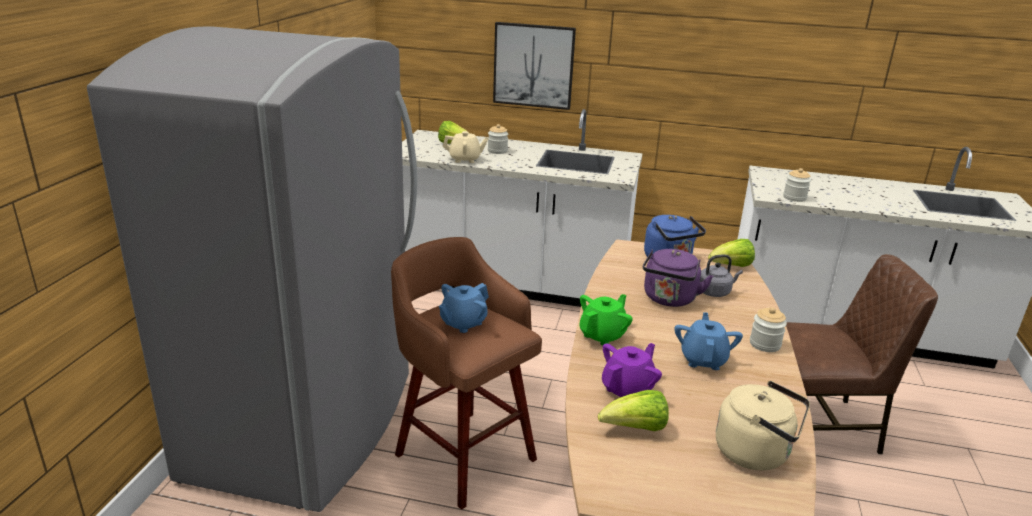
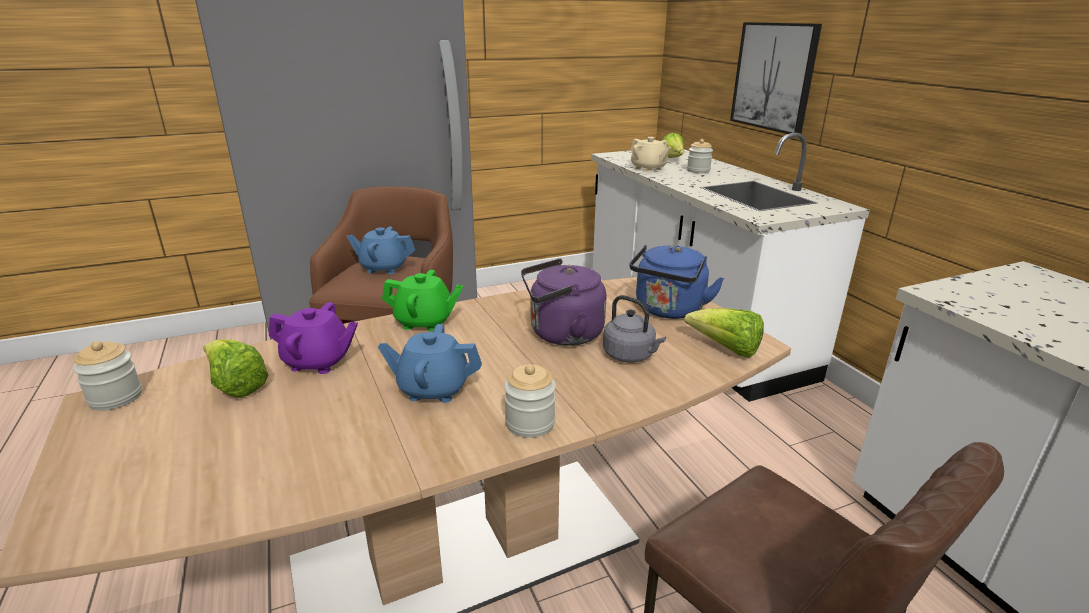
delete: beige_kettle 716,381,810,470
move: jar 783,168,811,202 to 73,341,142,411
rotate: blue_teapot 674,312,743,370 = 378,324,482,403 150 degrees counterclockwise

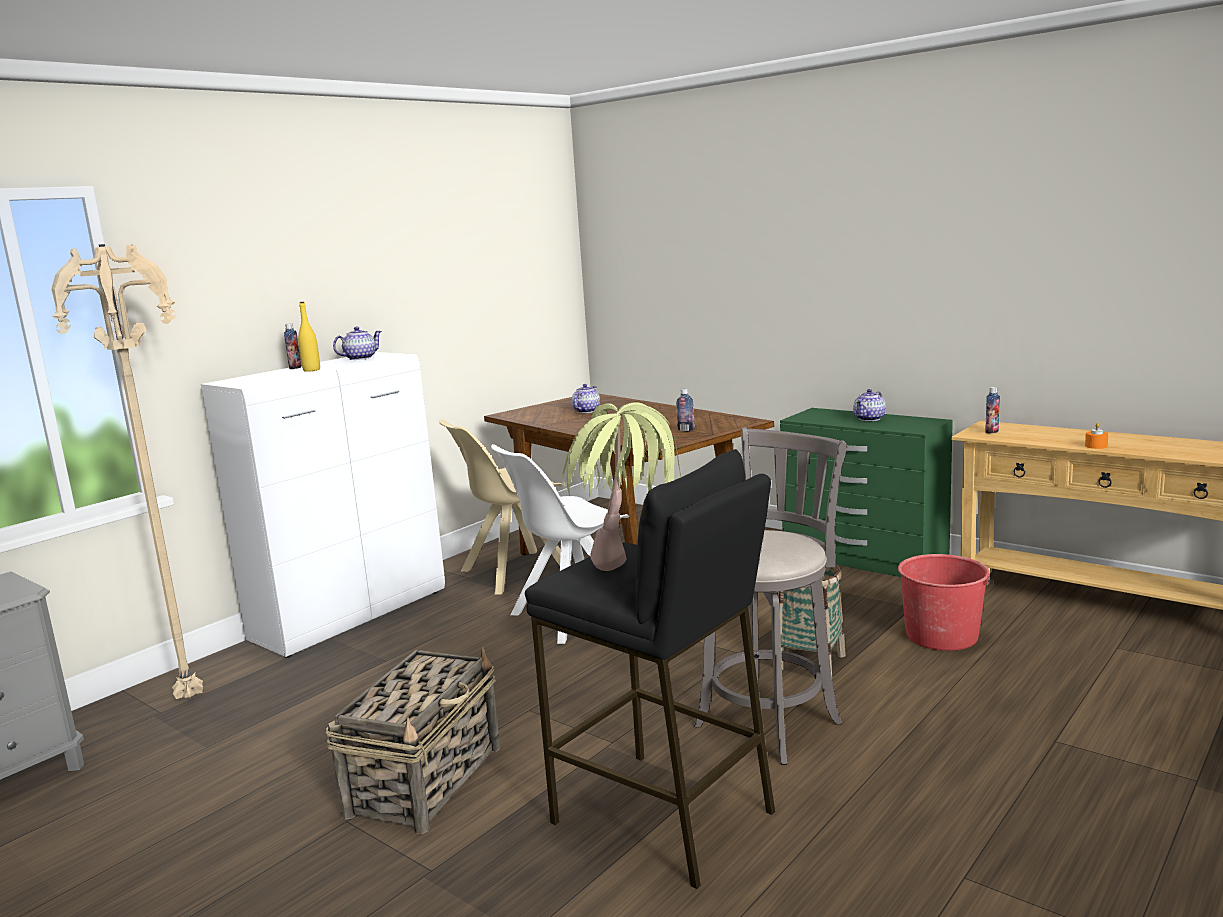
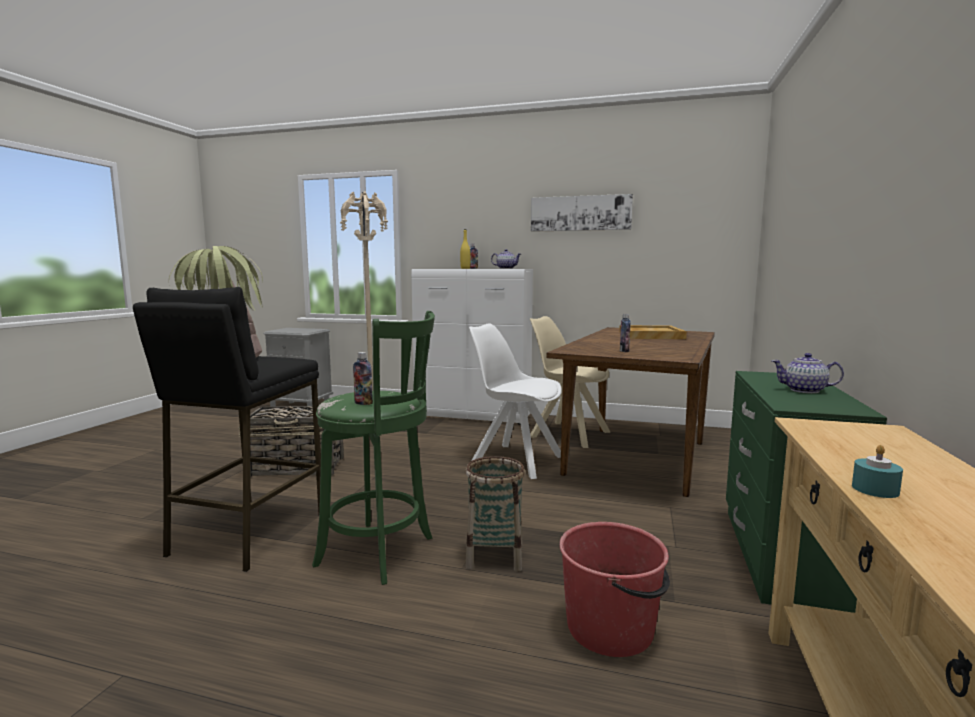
insert: picture 531,194,633,232
move: bottle 985,387,1000,434 to 353,352,373,405
replace: teapot 572,384,600,413 to beige_tray 619,325,687,339
recolor: orange_candle 1085,423,1108,449 to turquoise_candle 852,445,903,498; grey_stool 694,427,847,765 to green_stool 312,311,435,585

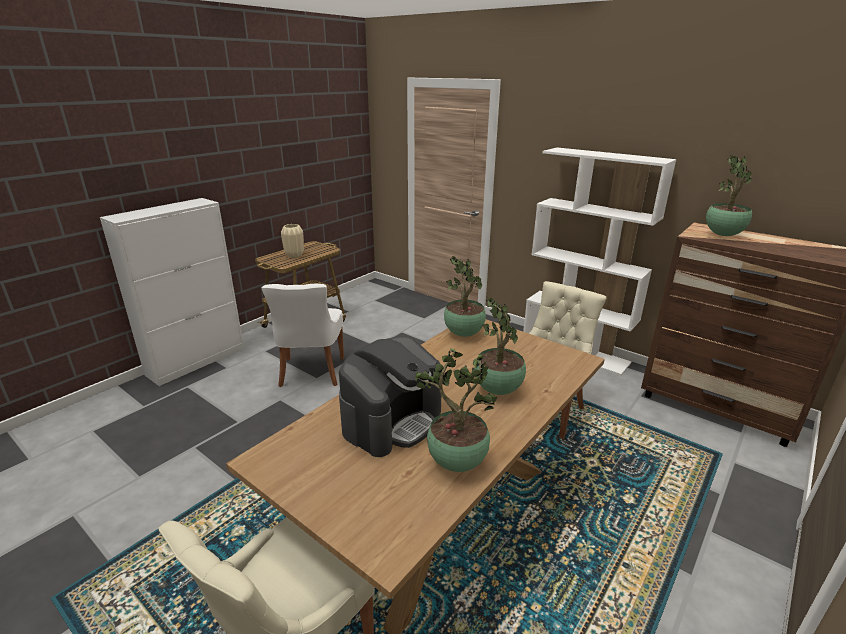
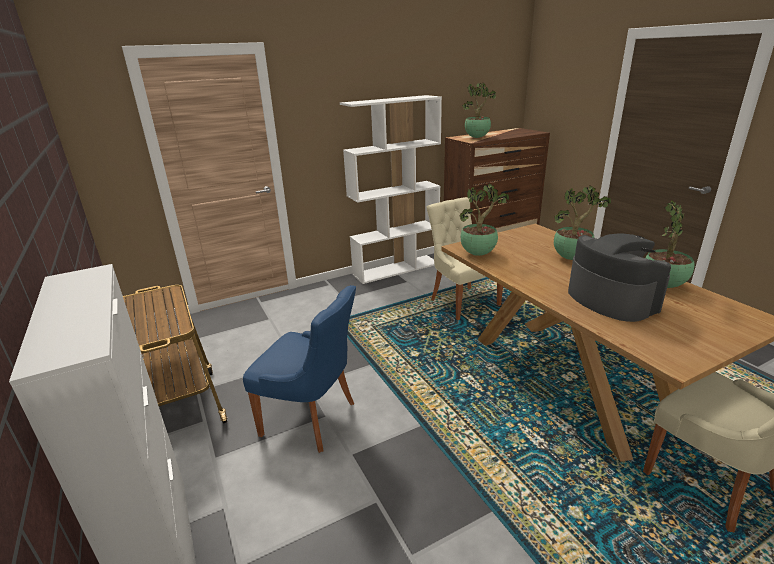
delete: beige_vase 281,224,304,258
recolor: white_chair 262,284,344,387 to blue_chair 243,285,356,453

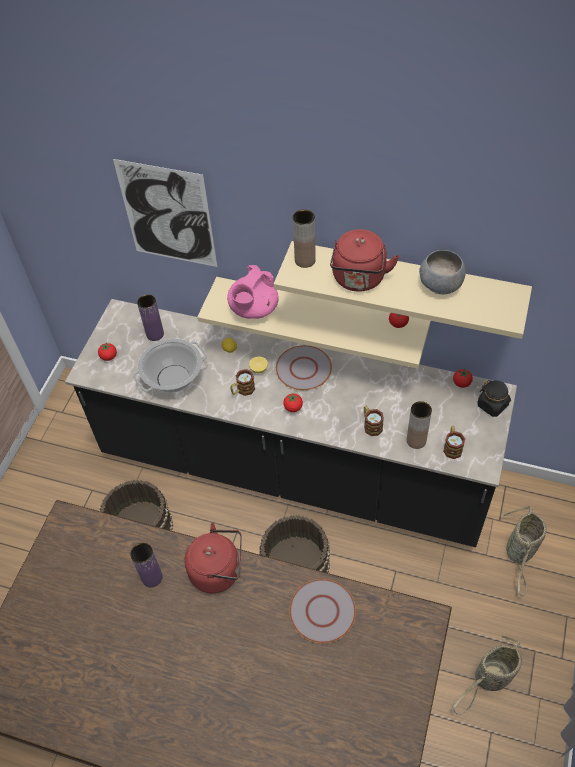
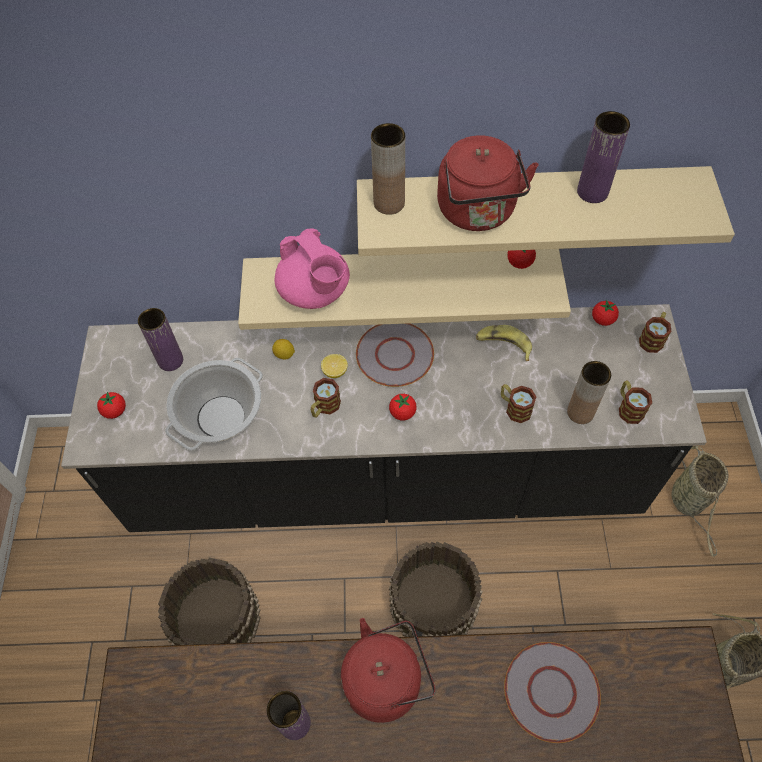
delete: picture 113,159,217,267
insert: banana 476,325,532,361
replace: grey_bowl 419,250,466,294 to purple_vase 577,111,630,203; black_jar 477,380,511,417 to mug 639,312,672,353
rotate: pink_teapot 227,265,279,319 = 275,228,350,309 45 degrees counterclockwise

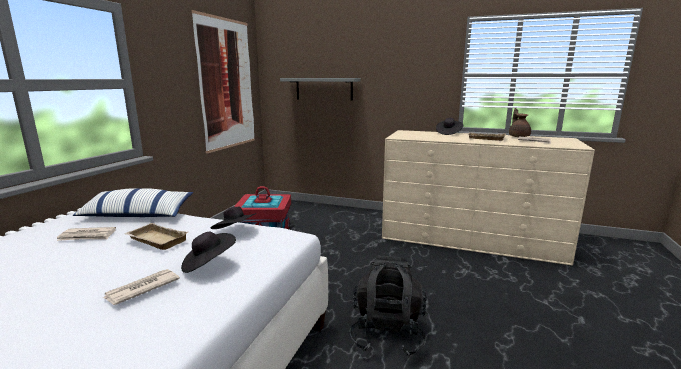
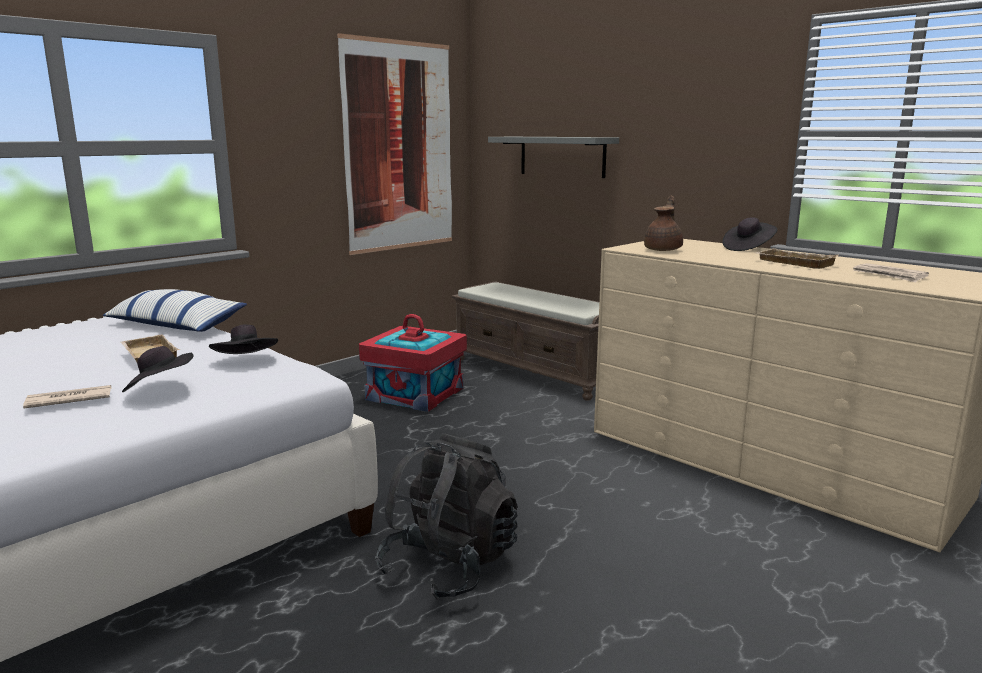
delete: newspaper 57,227,116,241
insert: brown_bench 451,281,599,401
move: brown_teapot 509,108,531,137 to 644,196,683,251

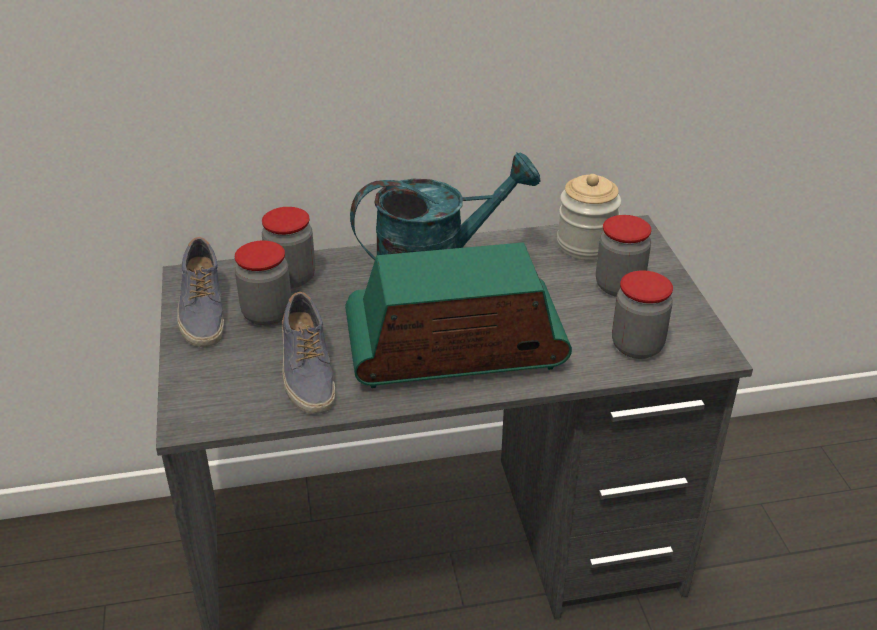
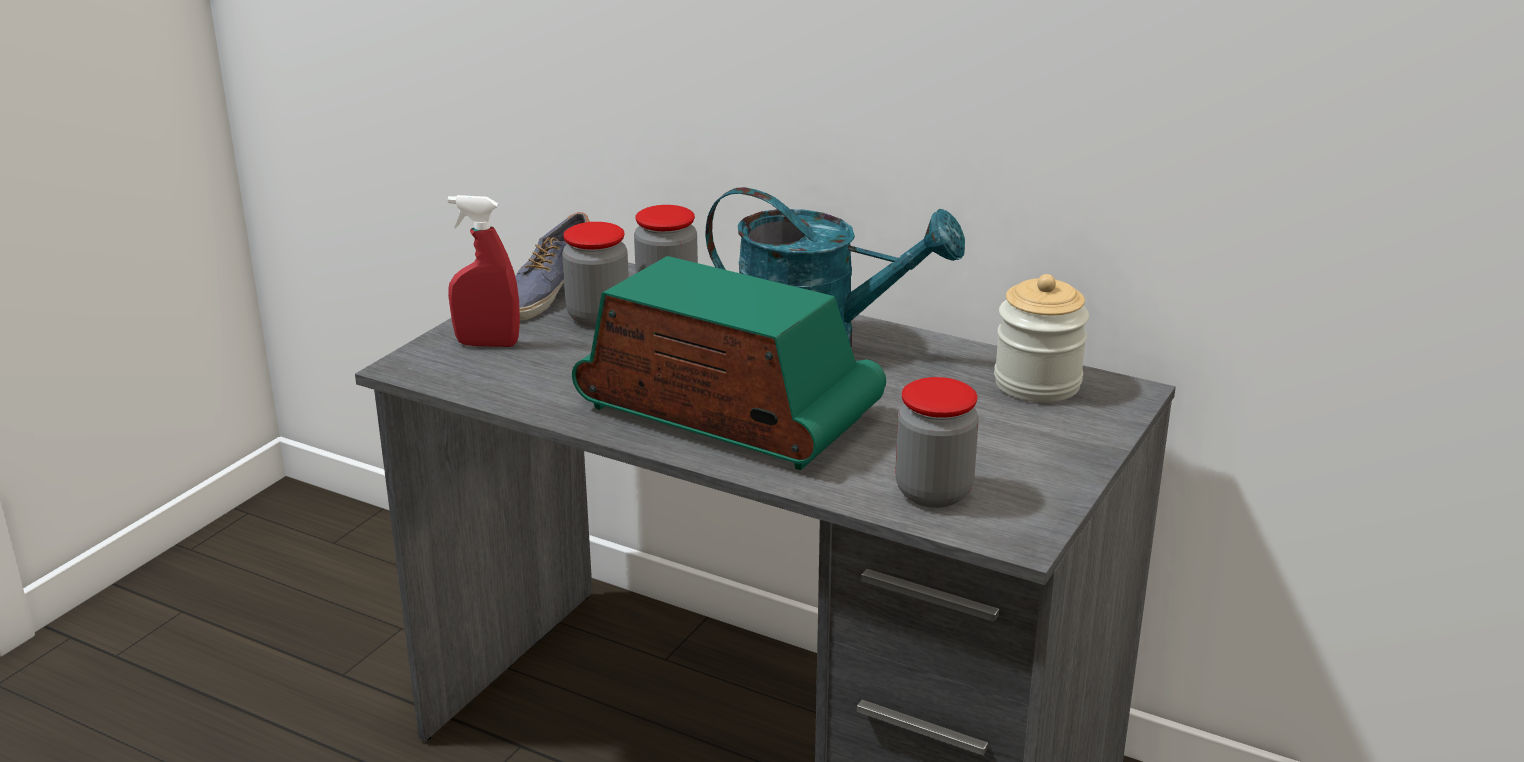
delete: jar 596,215,651,297; shoe 282,292,335,414
insert: red_spray_bottle 448,195,520,347

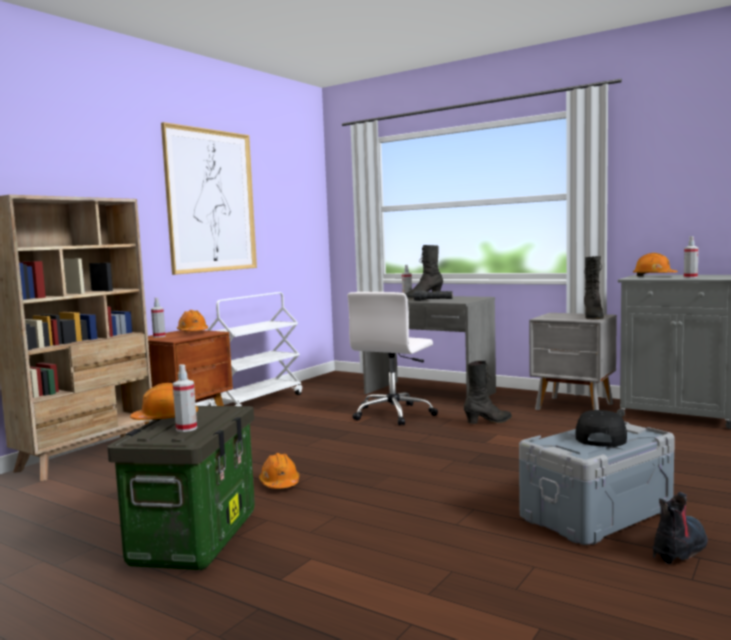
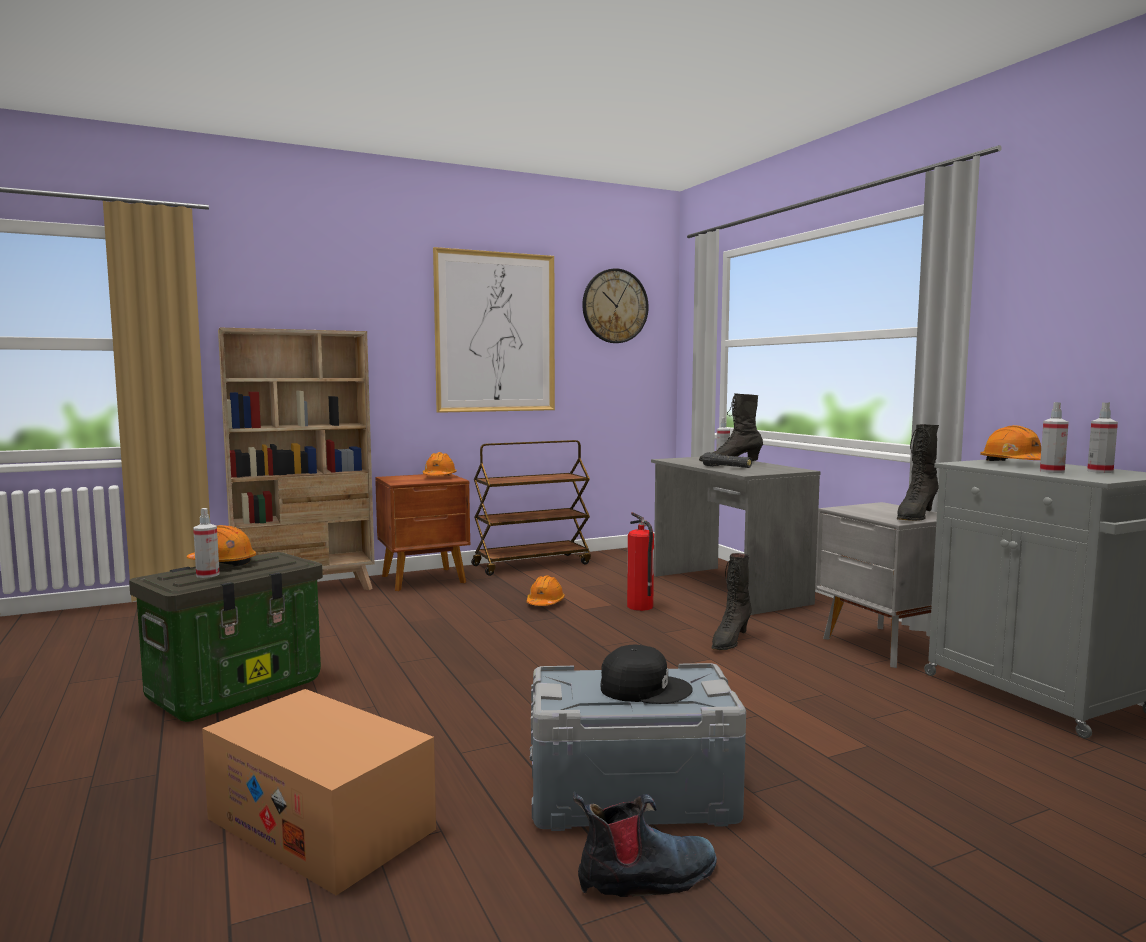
insert: wall_clock 582,268,649,343; cardboard_box 202,689,436,896
move: spray_bottle 151,298,166,338 to 1087,402,1118,473; orange_hard_hat 259,453,299,489 to 526,575,565,606
replace: white_office_chair 348,292,438,426 to fire_extinguisher 627,512,654,611
recolor: white_cart 207,292,302,406 to brown_cart 471,440,591,576
rotate: black_boot 464,361,512,424 = 712,553,752,650 120 degrees clockwise; black_cap 576,410,627,447 = 601,645,693,704 45 degrees clockwise

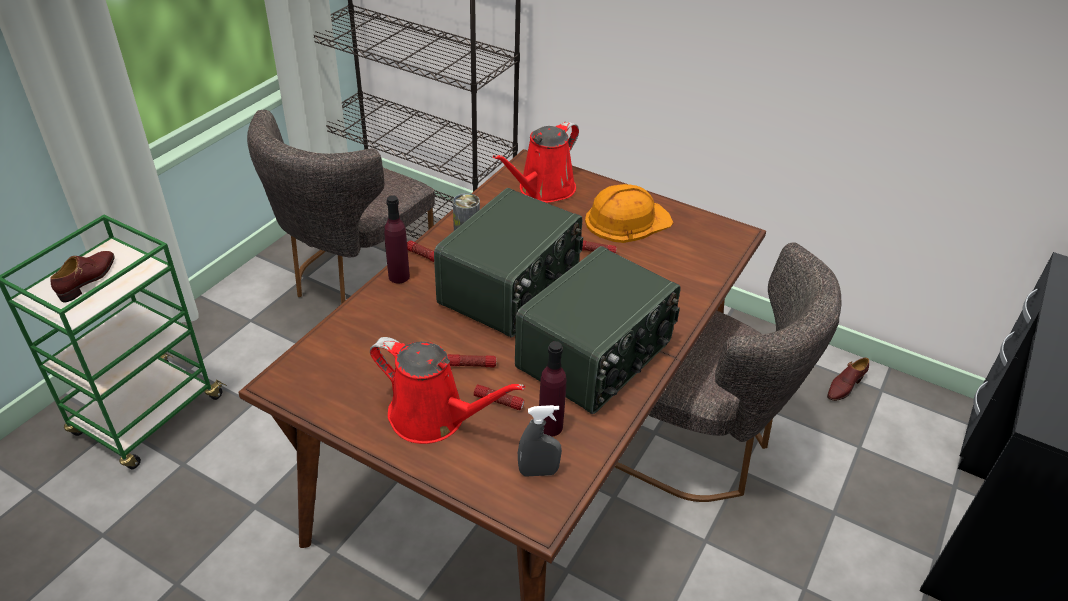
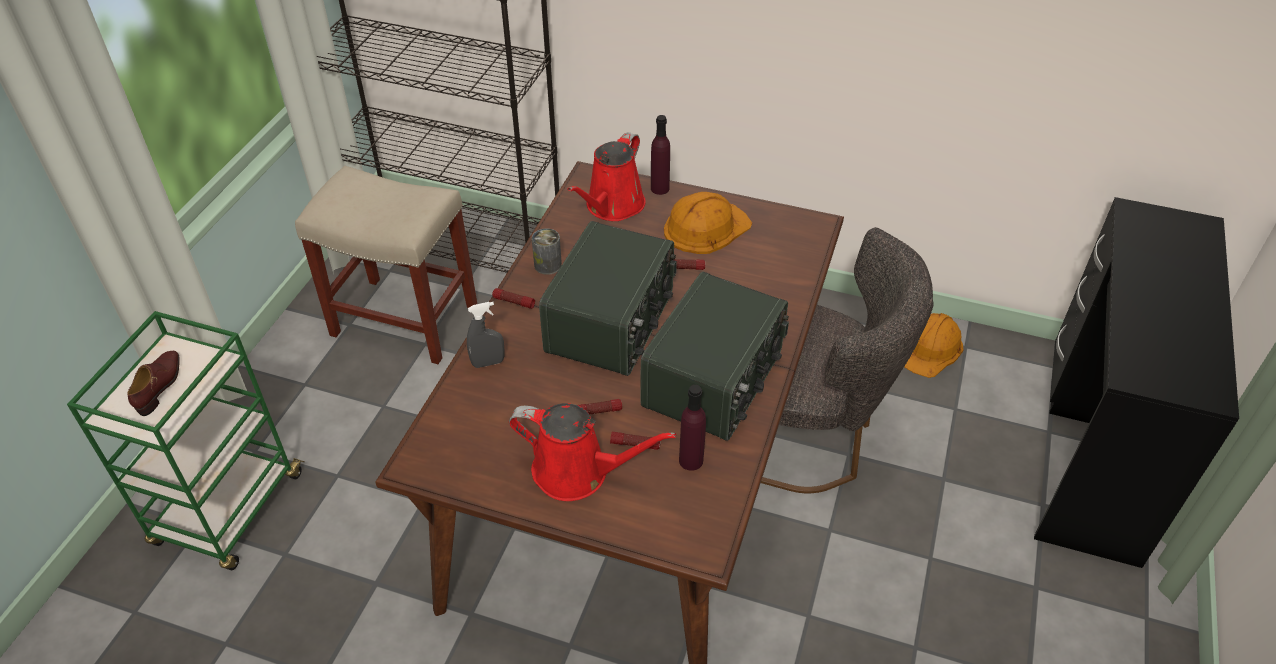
move: purple_bottle 384,195,410,283 to 651,115,670,195; grey_spray_bottle 518,405,562,477 to 467,302,505,368
replace: grey_chair 247,110,435,304 to beige_stool 295,166,477,364; brown_shoe 827,358,869,401 to orange_hard_hat 904,313,964,378

